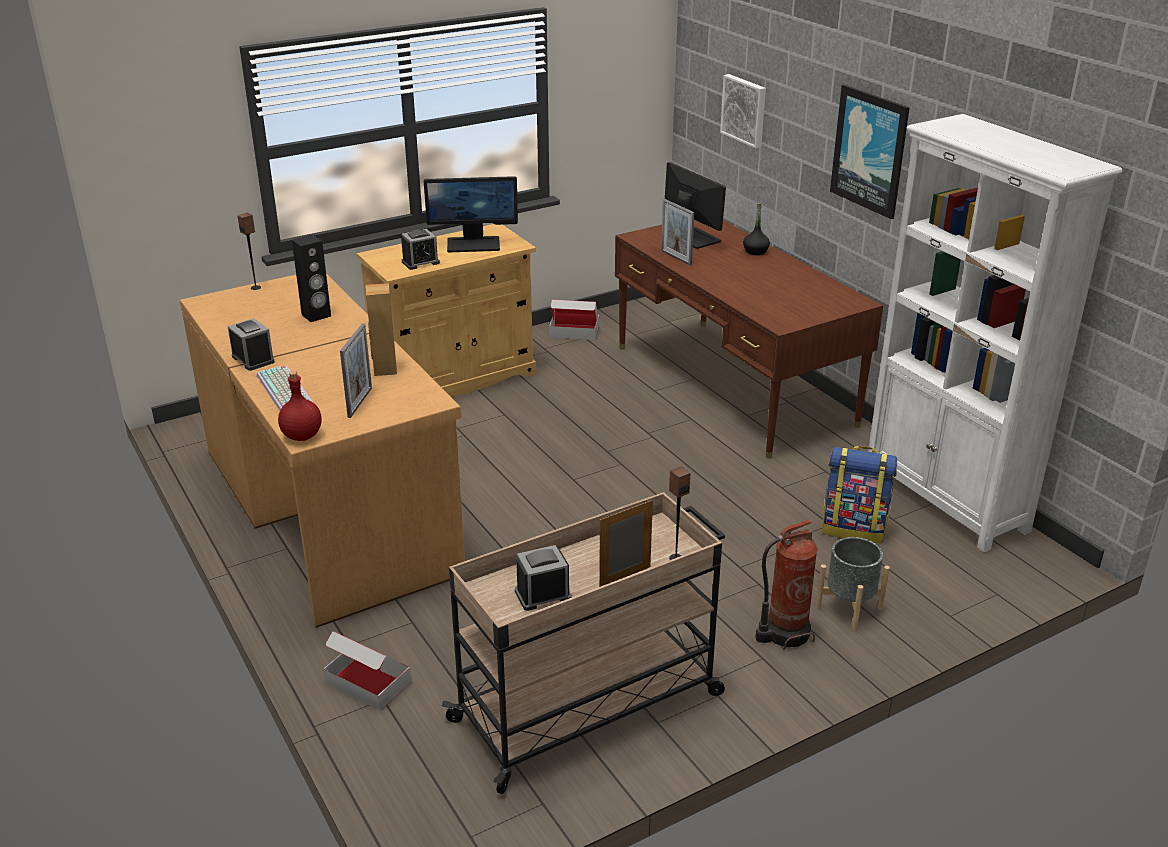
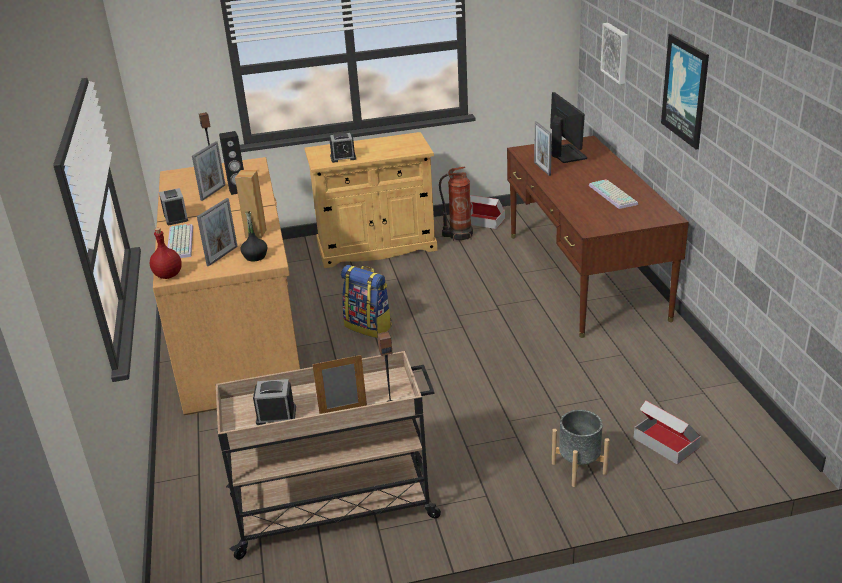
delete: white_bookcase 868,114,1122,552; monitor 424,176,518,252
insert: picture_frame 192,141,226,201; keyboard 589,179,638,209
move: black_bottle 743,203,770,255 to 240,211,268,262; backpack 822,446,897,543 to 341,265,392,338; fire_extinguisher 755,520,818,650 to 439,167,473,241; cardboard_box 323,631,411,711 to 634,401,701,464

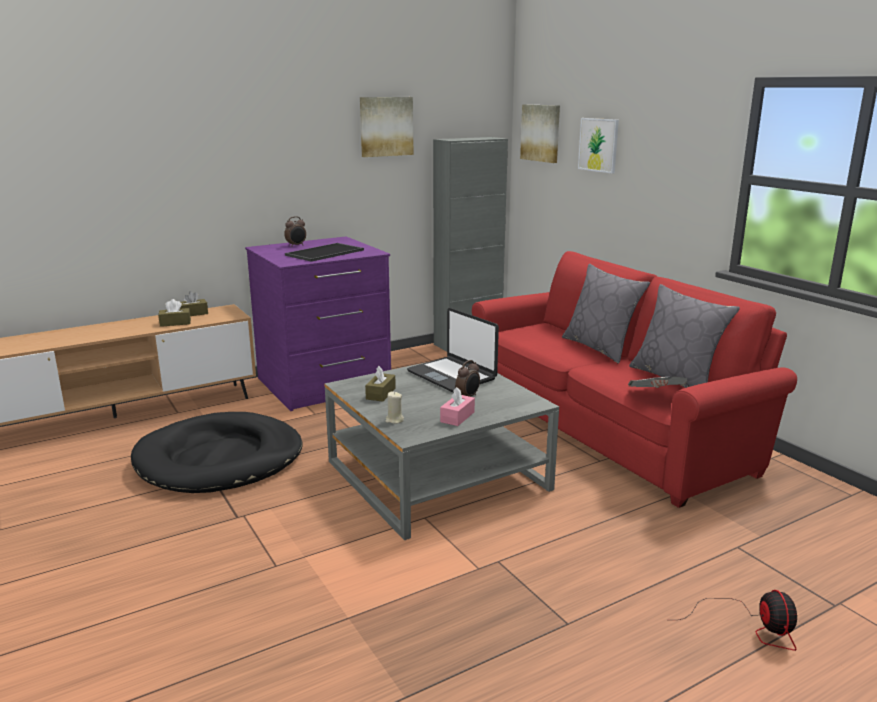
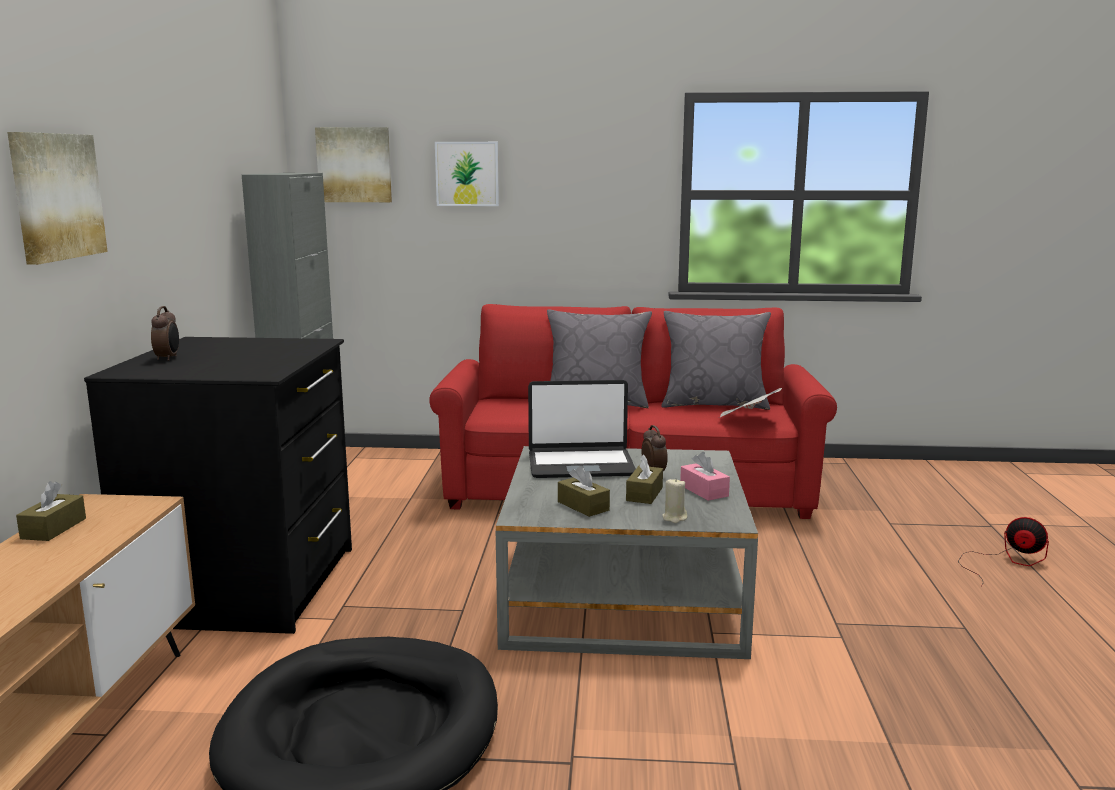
delete: tray 285,243,364,262
move: picture 360,97,413,157 to 7,132,108,265; brown_tissue_box 158,299,191,327 to 626,454,663,504
recolor: purple_dresser 245,236,391,411 to black_dresser 84,337,352,634

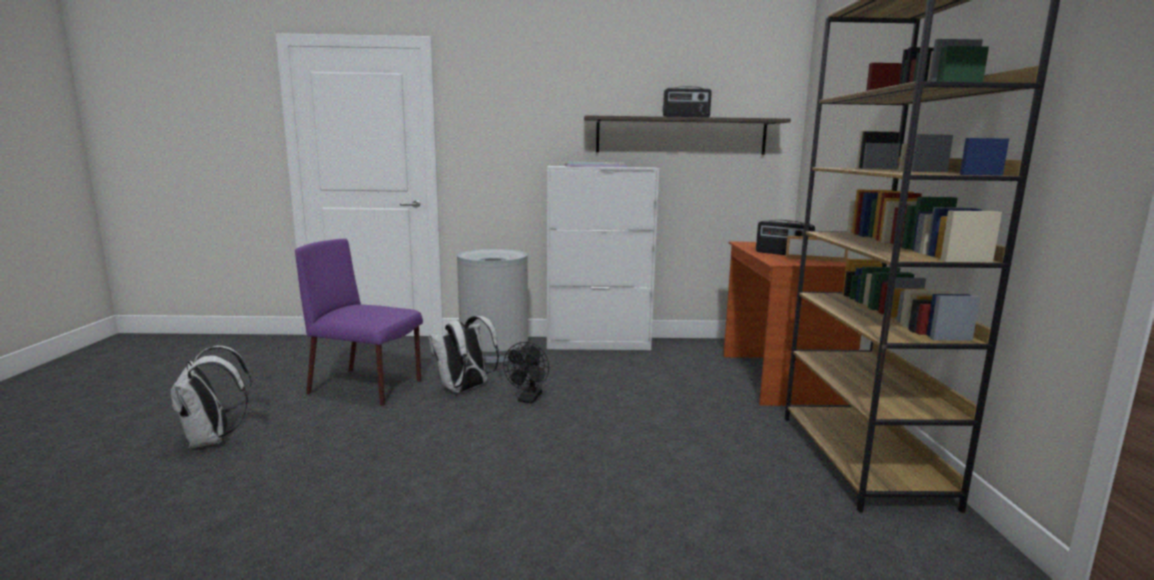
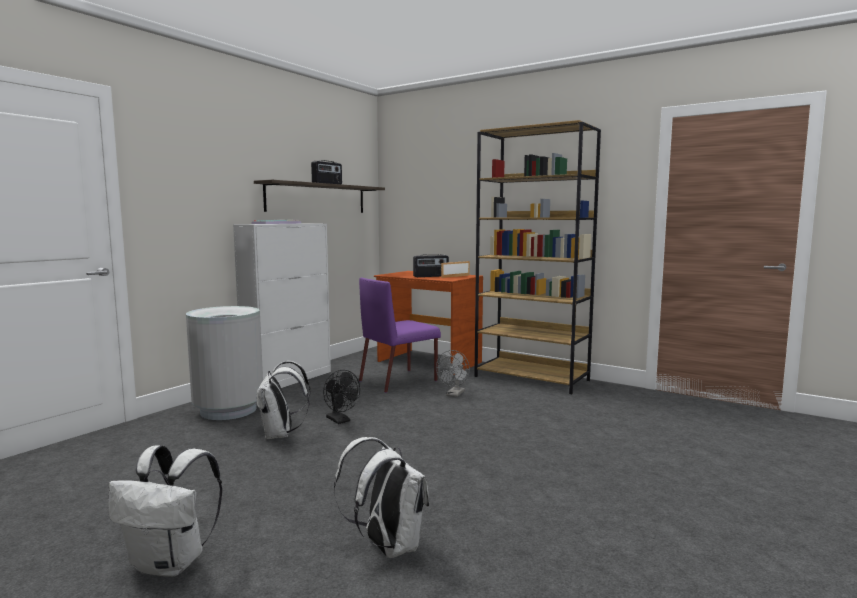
insert: grey_fan 436,350,470,397; white_backpack 334,437,429,558
move: purple_chair 295,239,423,406 to 359,278,441,393

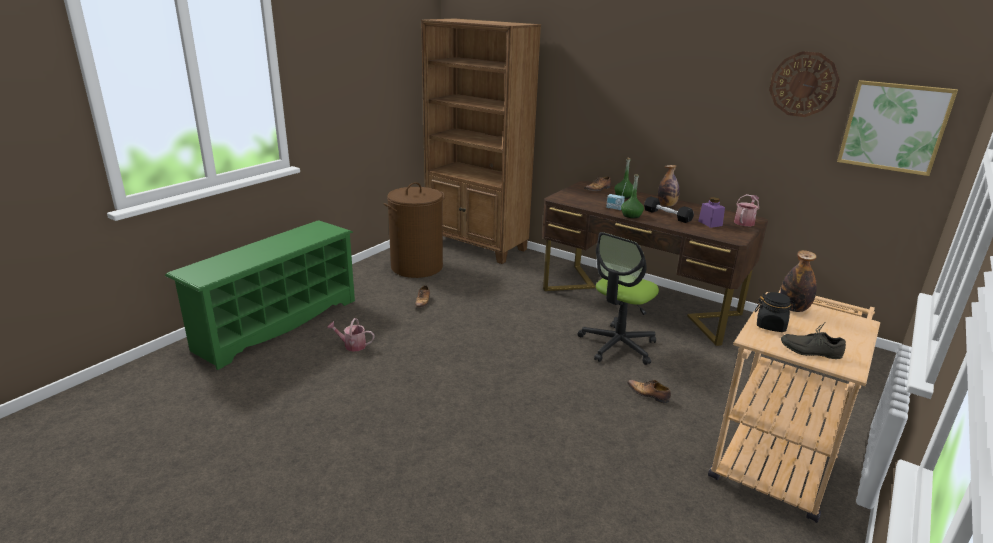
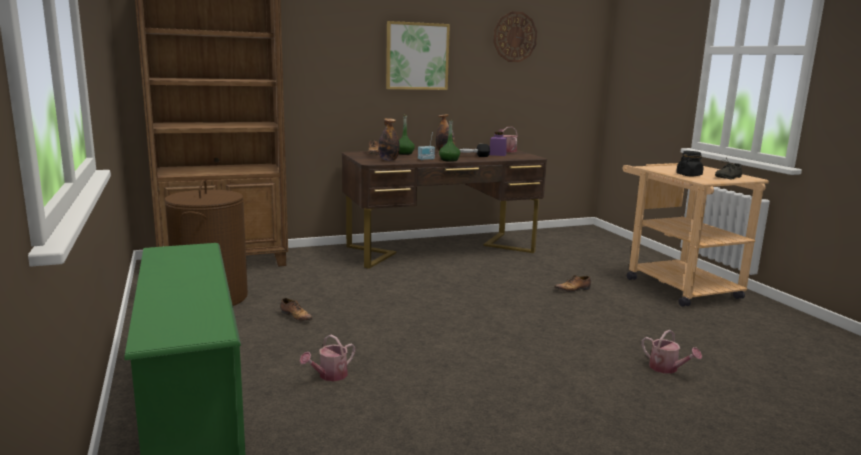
delete: office_chair 578,232,659,365
insert: watering_can 641,330,702,374
move: picture 837,80,958,176 to 386,21,450,90; bottle 780,250,817,312 to 378,118,400,161

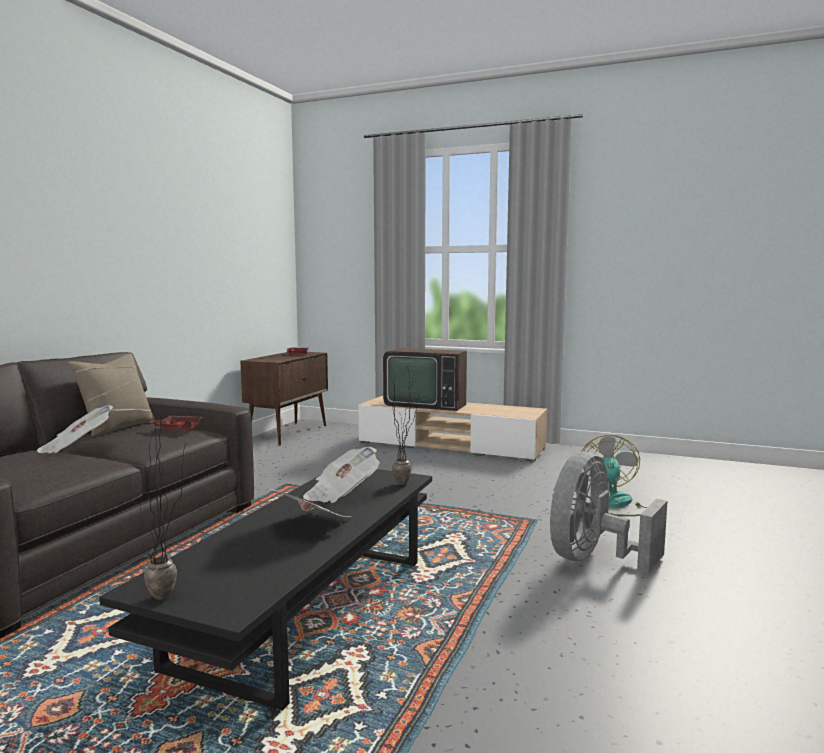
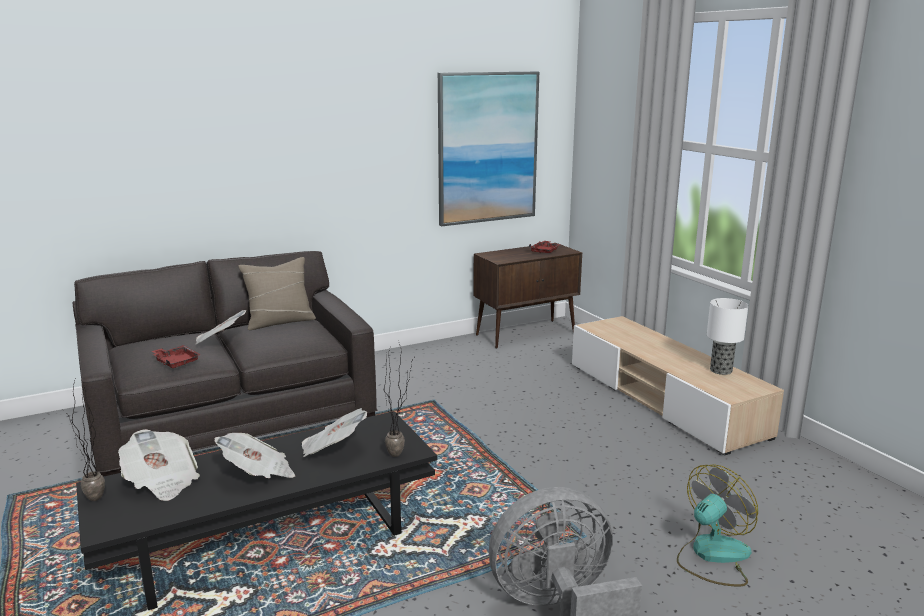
delete: television 383,348,467,411
insert: picture 438,72,539,226; table_lamp 707,298,748,375; newspaper 118,429,200,501
move: red_tray 148,416,203,430 to 152,345,201,368

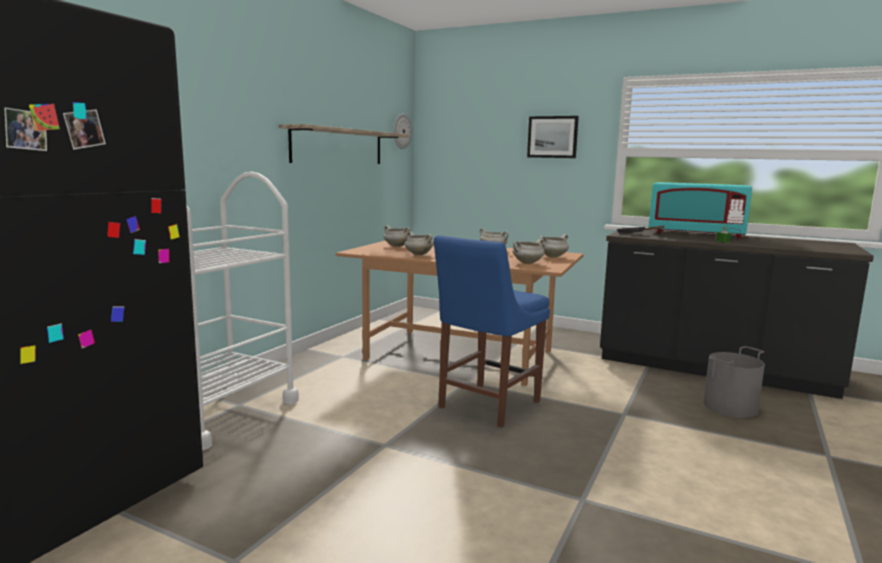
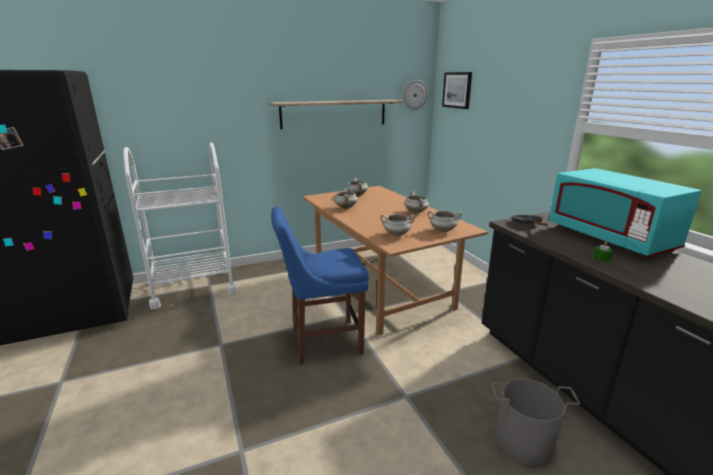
move: picture 527,116,579,158 to 442,72,472,109

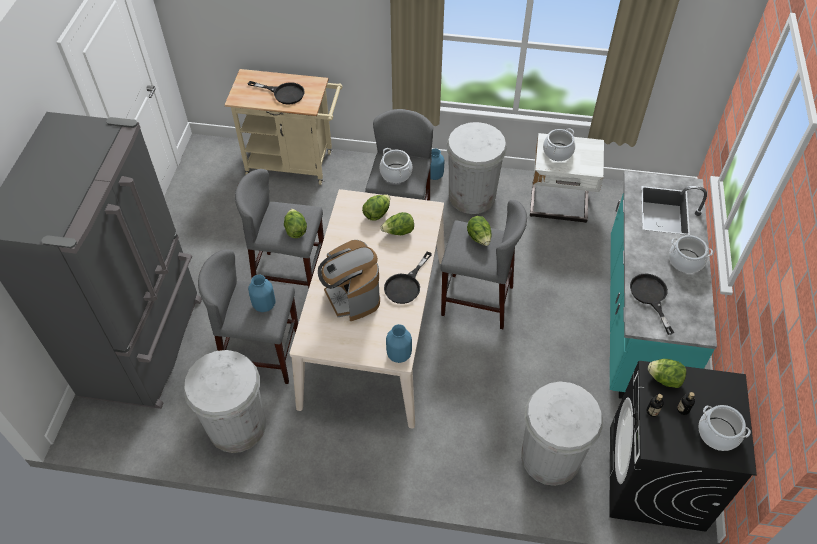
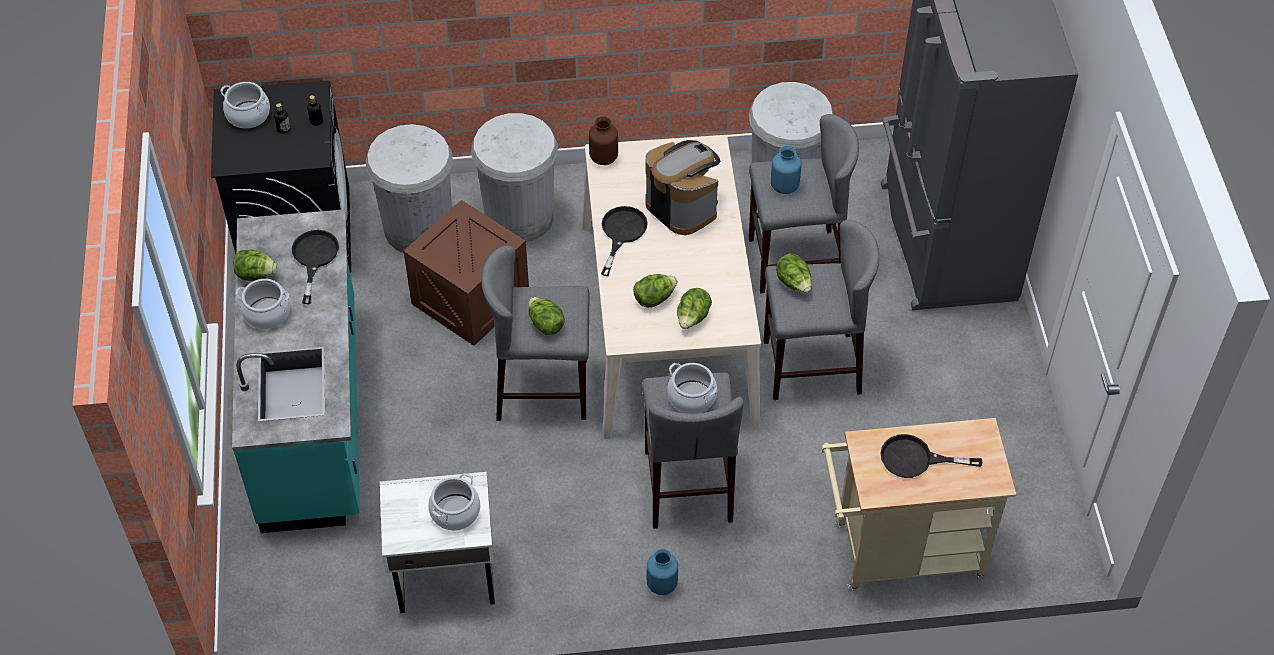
insert: crate 403,200,529,346
move: white_trash_can 446,122,507,214 to 471,113,558,243; lettuce 648,359,686,388 to 233,250,277,281
recolor: blue_vase 386,324,412,363 to brown_vase 589,116,618,165
rotate: black_frying_pan 630,274,674,335 = 292,230,339,304 150 degrees counterclockwise

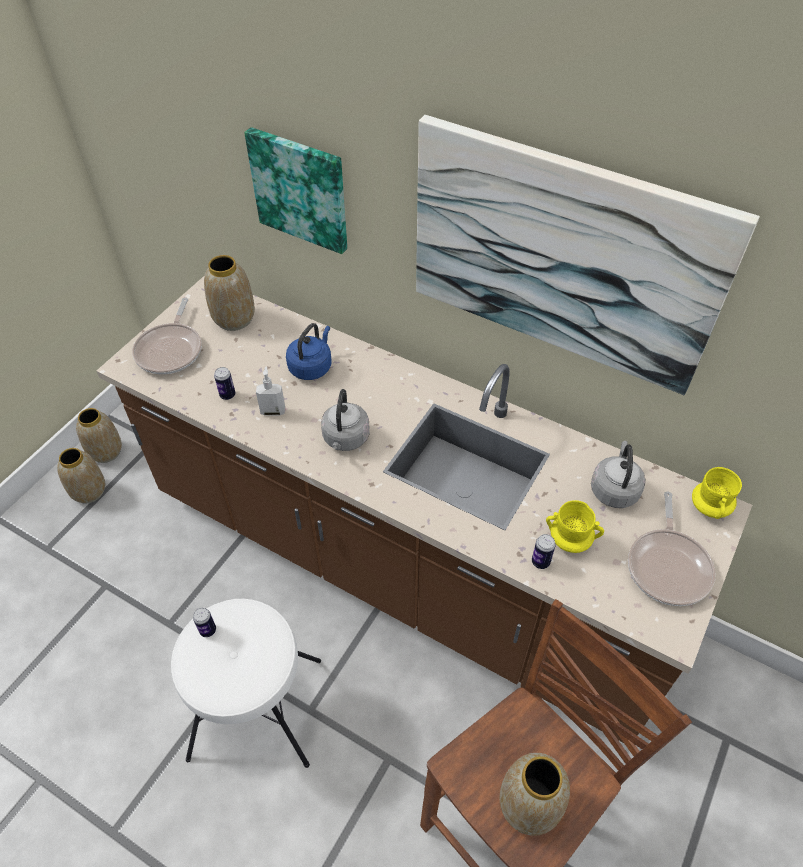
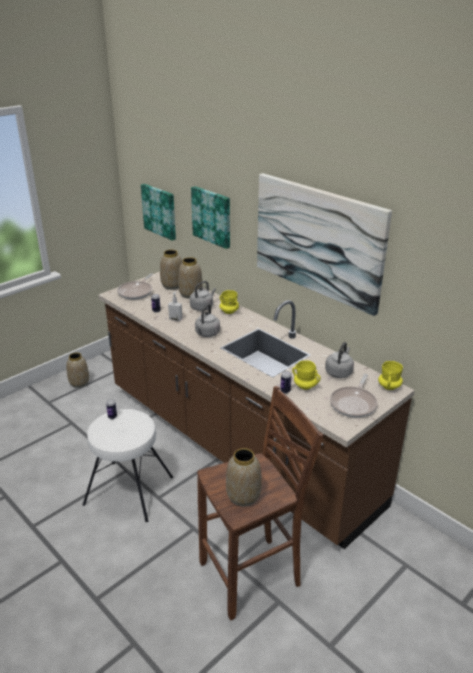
insert: picture 141,184,176,241; yellow_mug 220,290,239,314
move: vase 76,408,122,463 to 178,257,203,299
recolor: blue_kettle 286,323,332,380 to grey_kettle 190,281,216,311

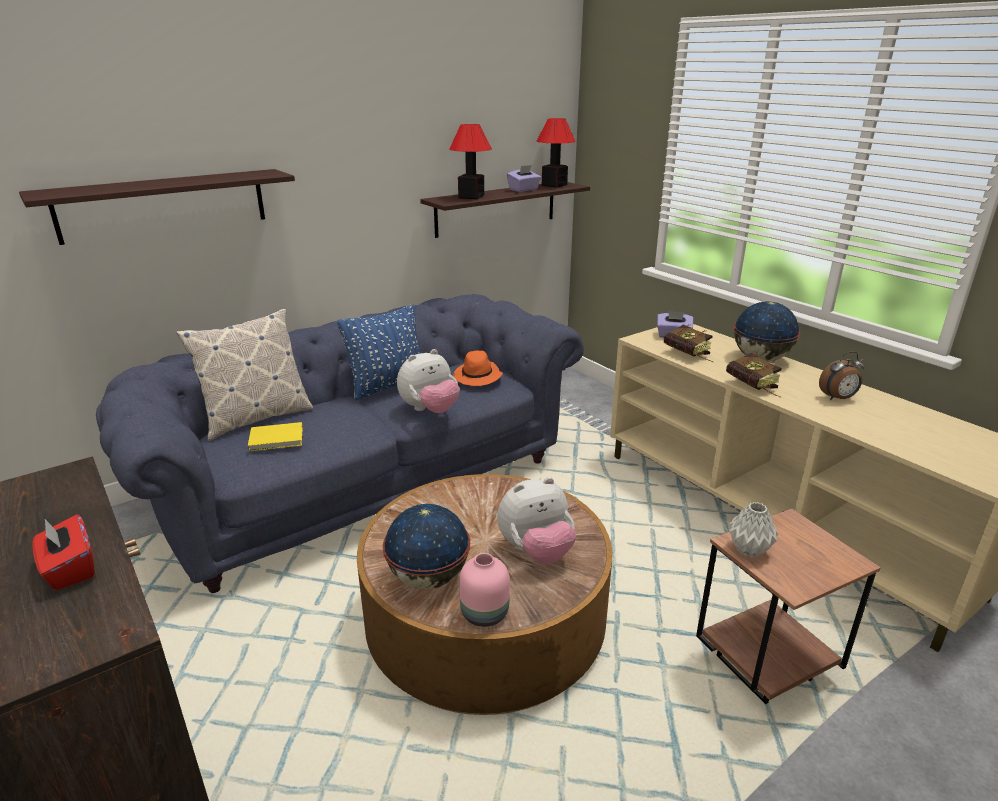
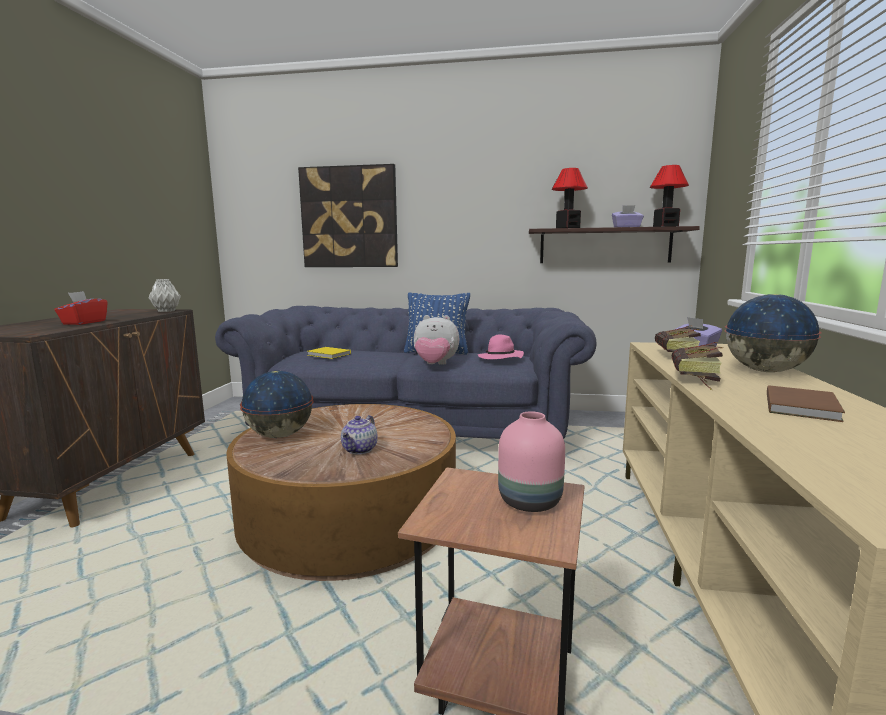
delete: pillow 176,309,313,441
move: grey_vase 729,502,778,558 to 149,279,181,312; pink_vase 459,553,510,627 to 498,411,565,512
replace: shelf 19,169,295,245 to picture 298,164,398,267; alarm_clock 819,352,864,400 to brown_book 767,385,845,422; plush_toy 497,477,576,564 to teapot 341,415,378,455
recolor: orange_hat 453,351,503,386 to pink_hat 478,334,524,359

